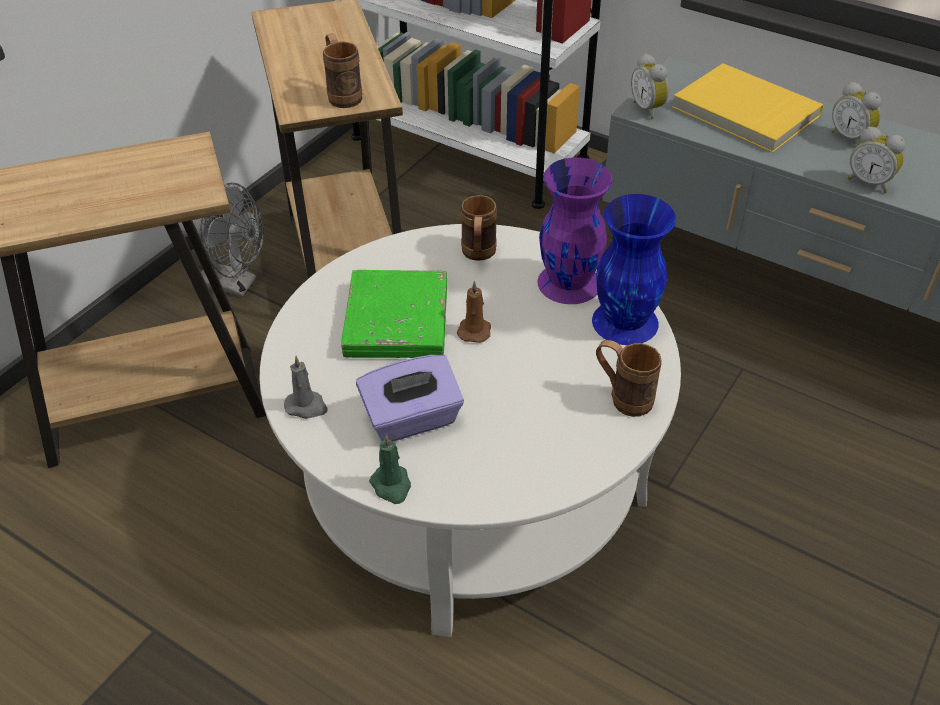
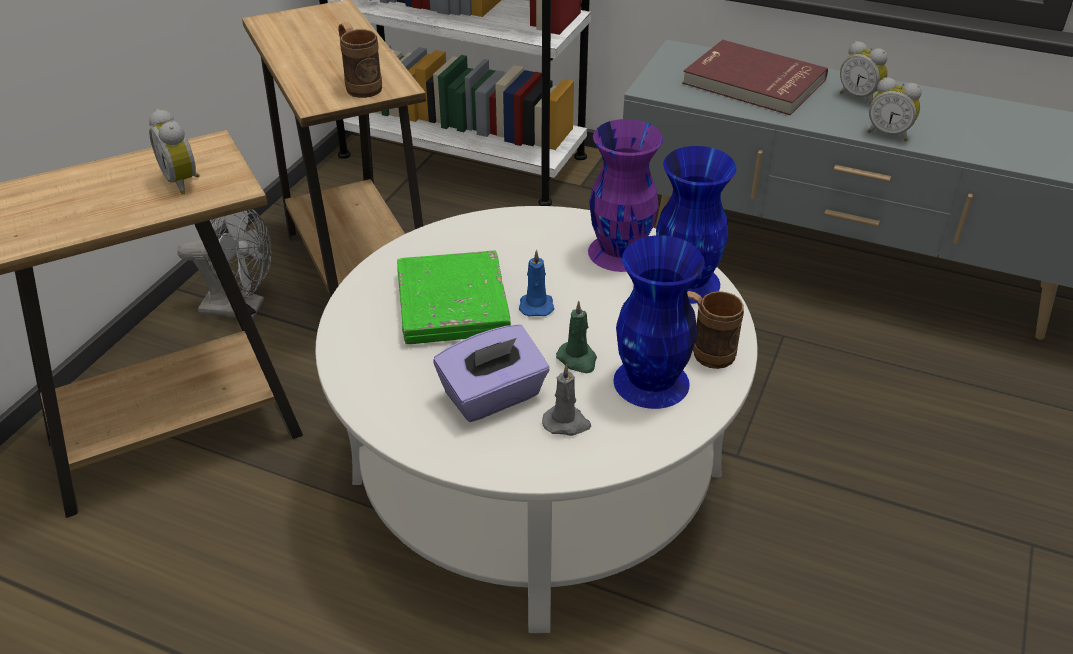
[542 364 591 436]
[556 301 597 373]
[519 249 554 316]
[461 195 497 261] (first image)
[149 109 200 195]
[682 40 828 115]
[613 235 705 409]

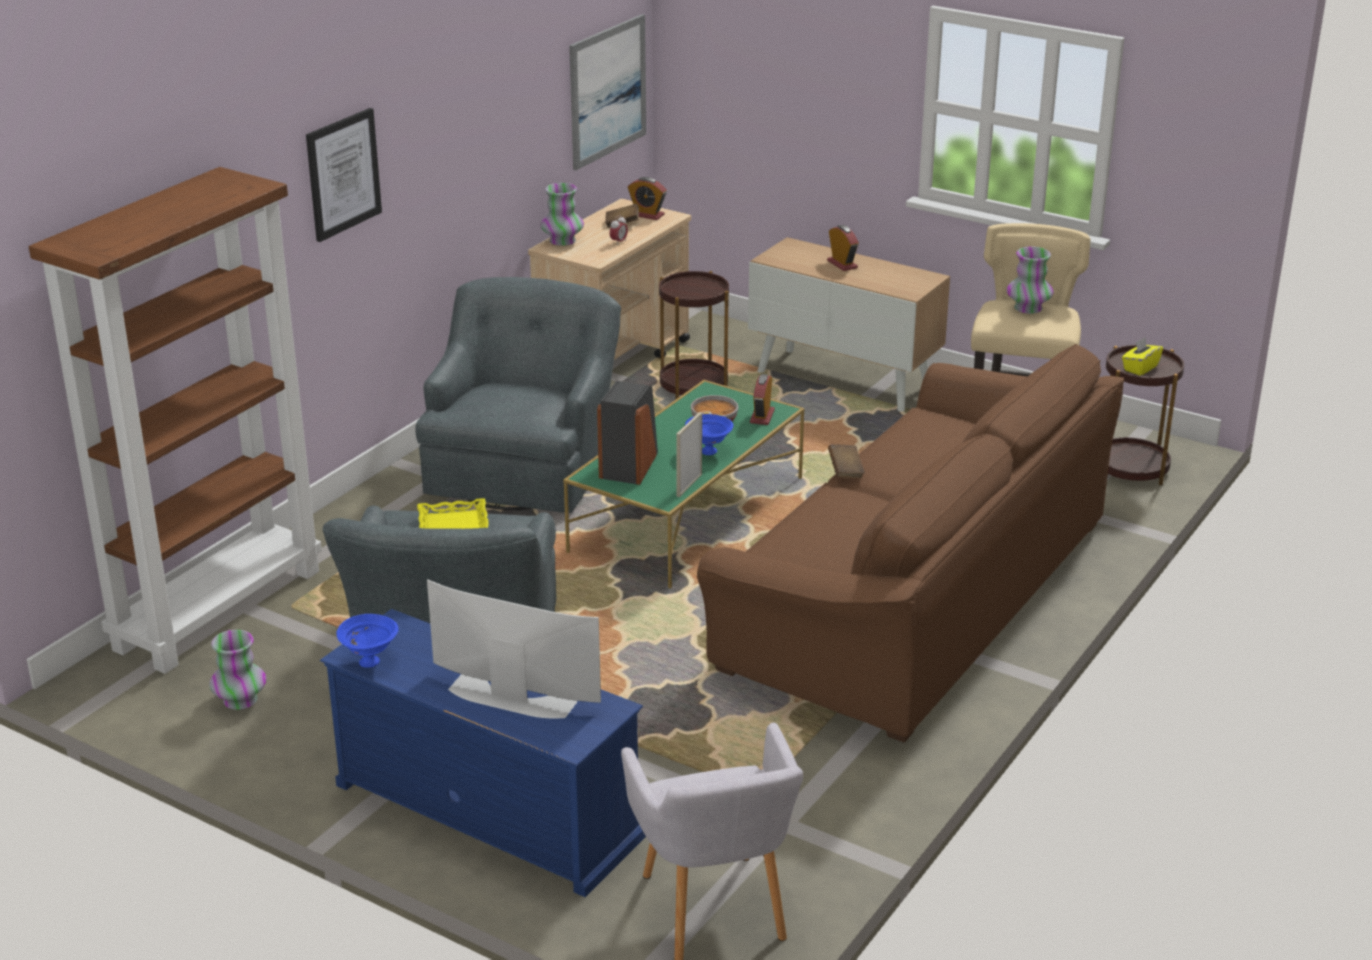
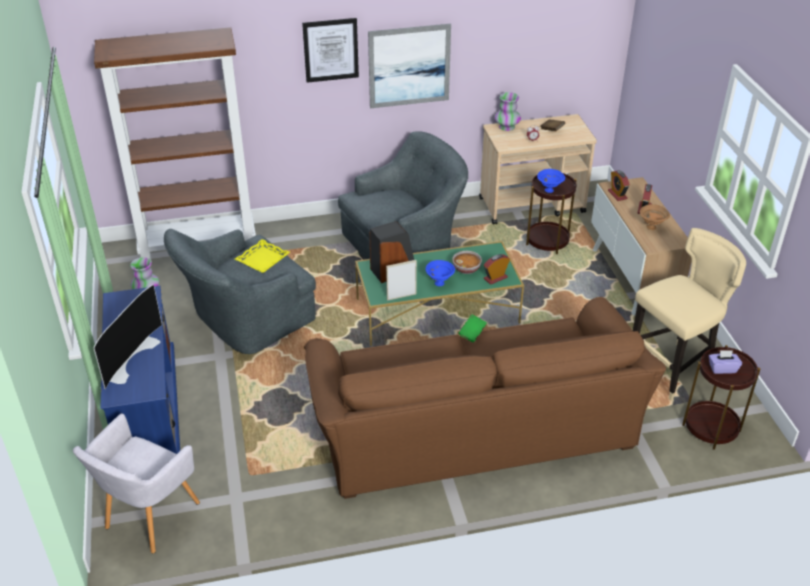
[537 169 565 193]
[93 284 162 389]
[368 24 451 108]
[608 170 630 201]
[458 314 487 343]
[1007 247 1054 314] (first image)
[709 350 742 374]
[640 204 670 230]

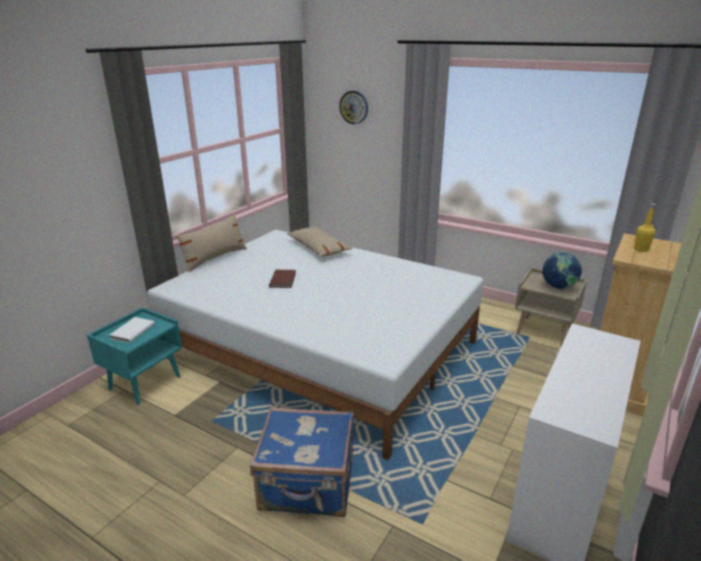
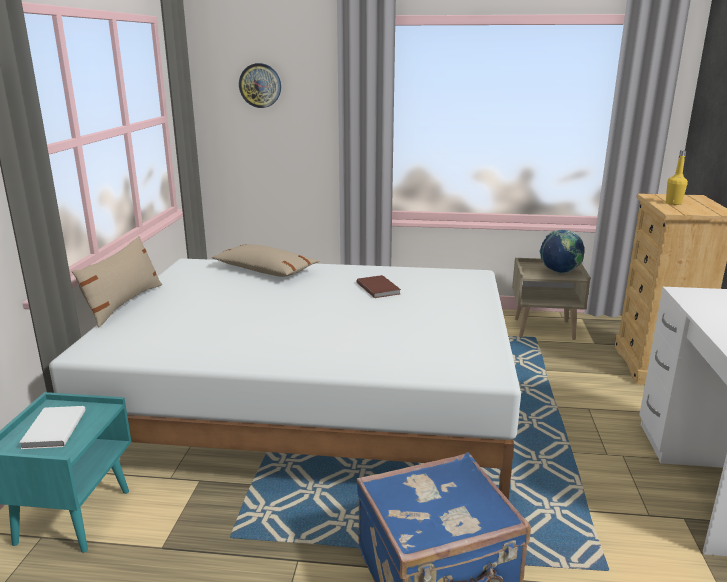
[357 275 401 298]

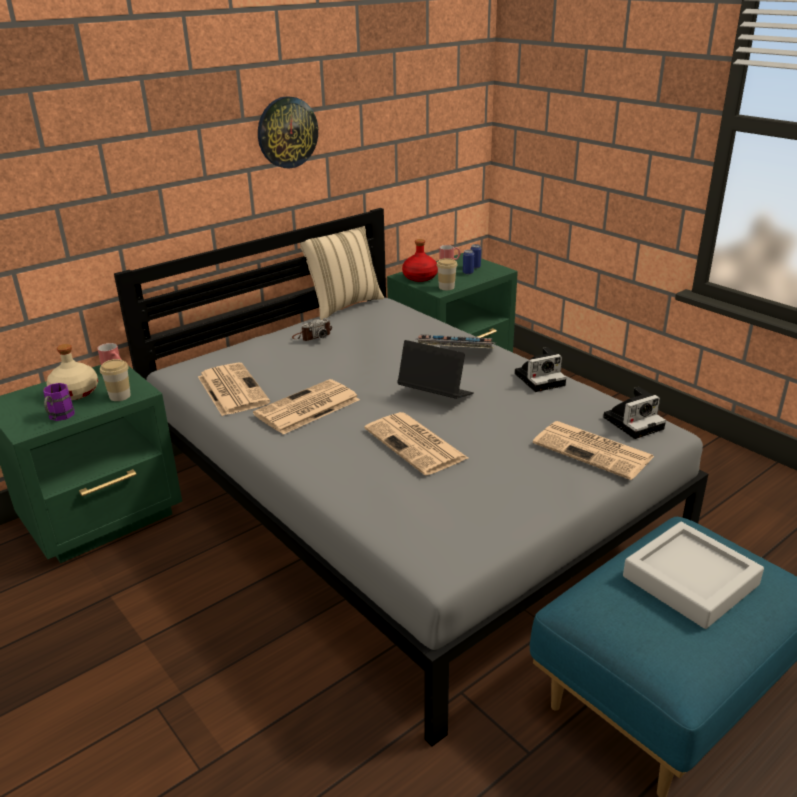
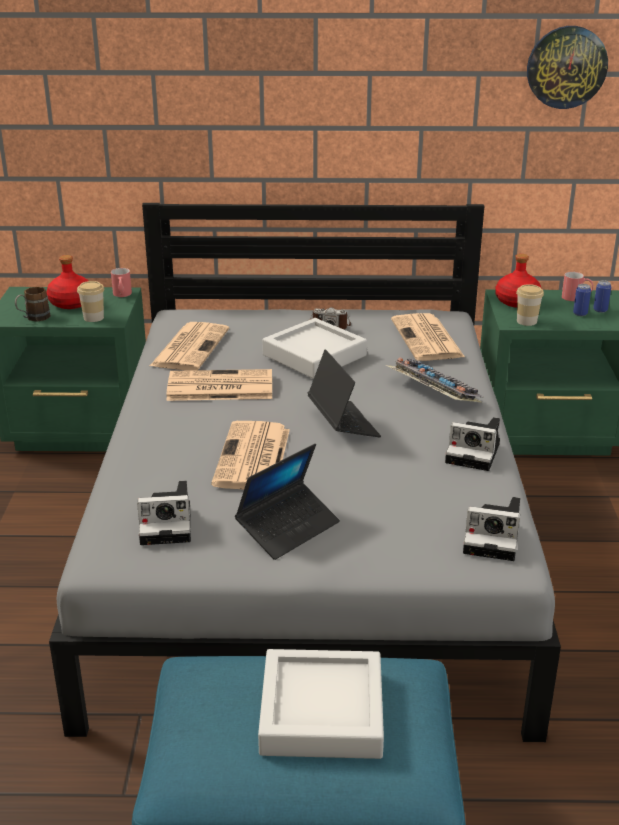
[15 287 51 321]
[46 255 89 309]
[527 26 608 109]
[300 226 384 320] (first image)
[391 313 465 361]
[137 481 191 545]
[235 444 340 560]
[262 318 367 379]

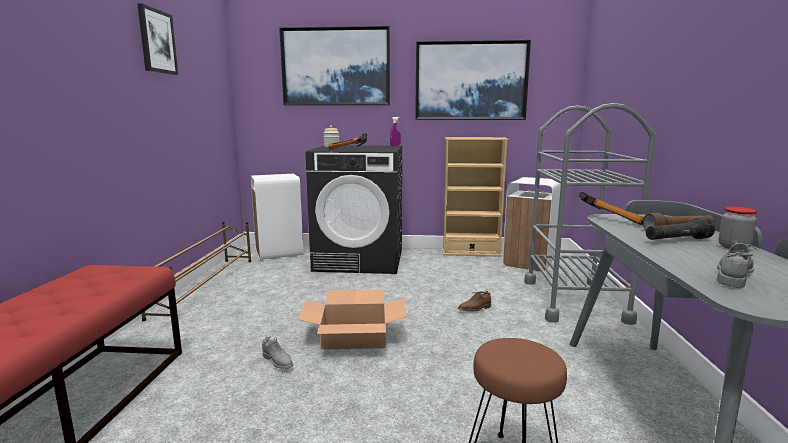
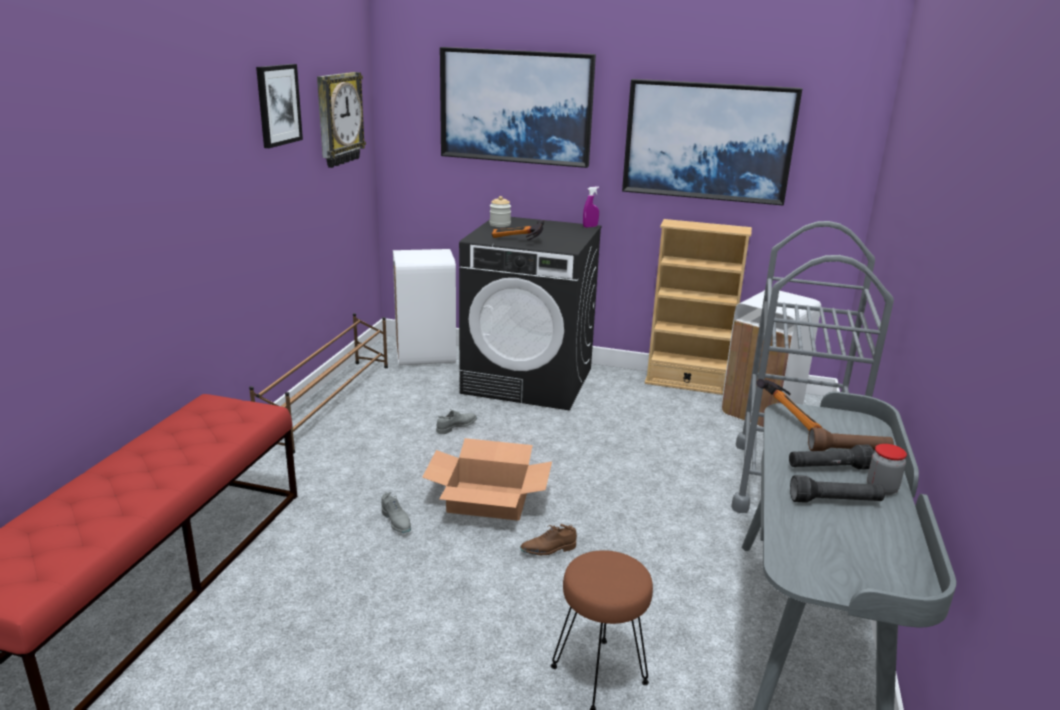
[520 524 577 555]
[436 409 477 434]
[317 72 366 168]
[790 475 885 503]

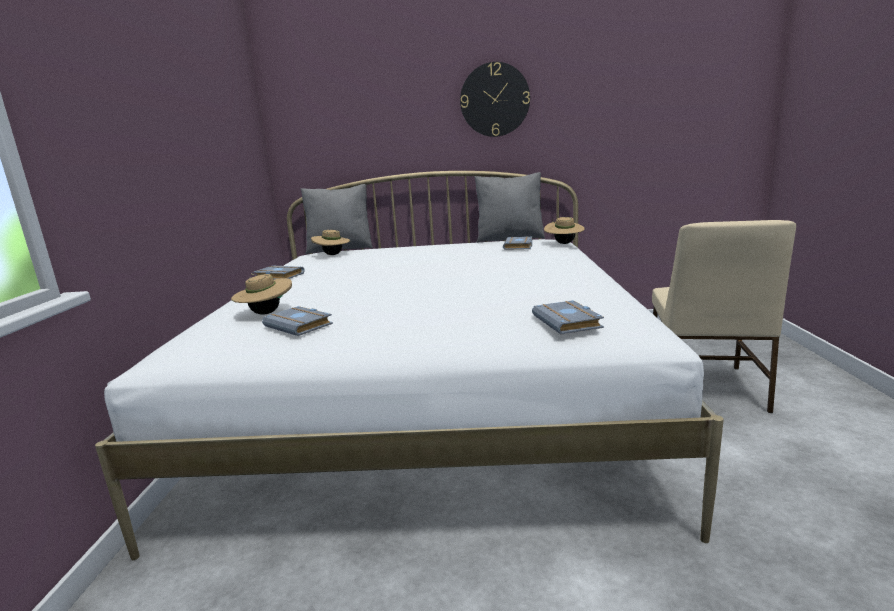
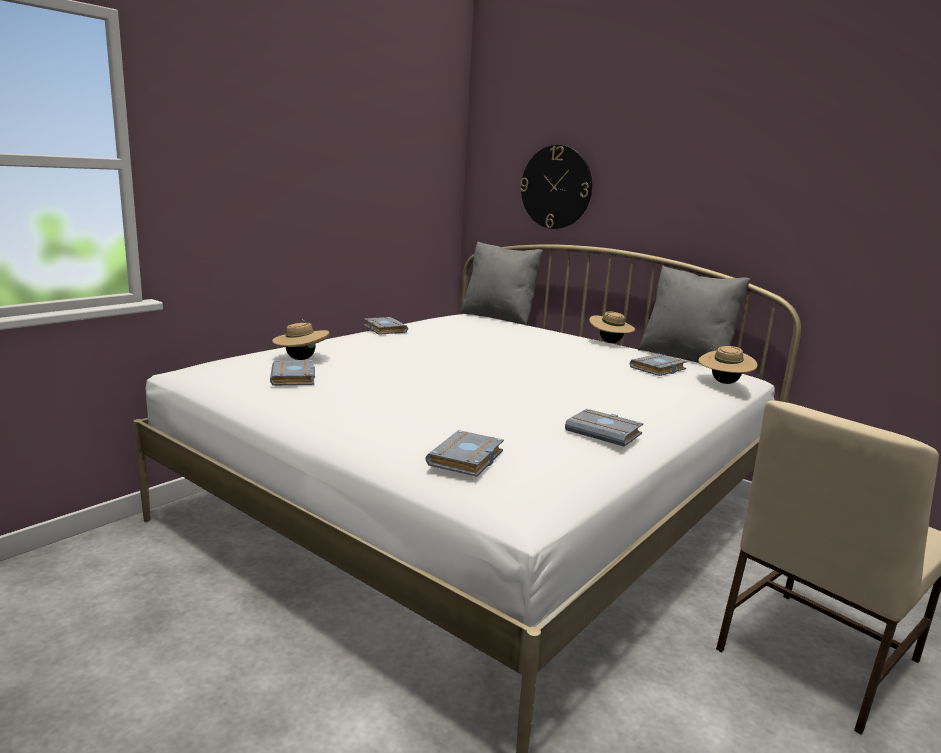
[589 311 635 343]
[520 145 592 229]
[565 409 643 447]

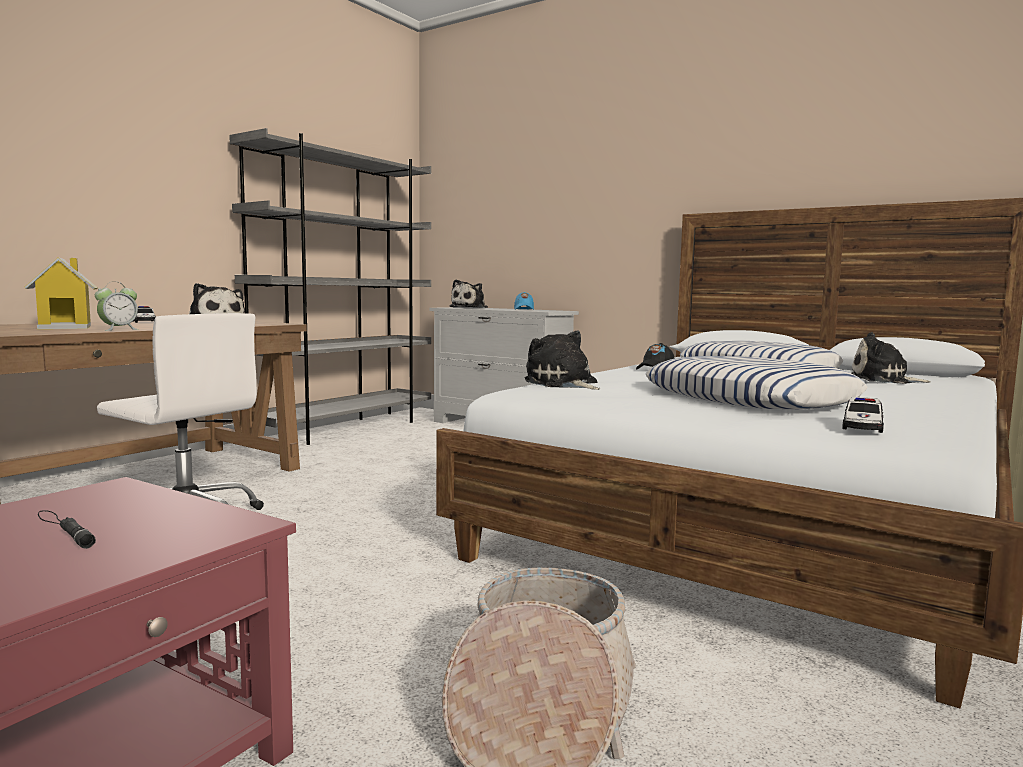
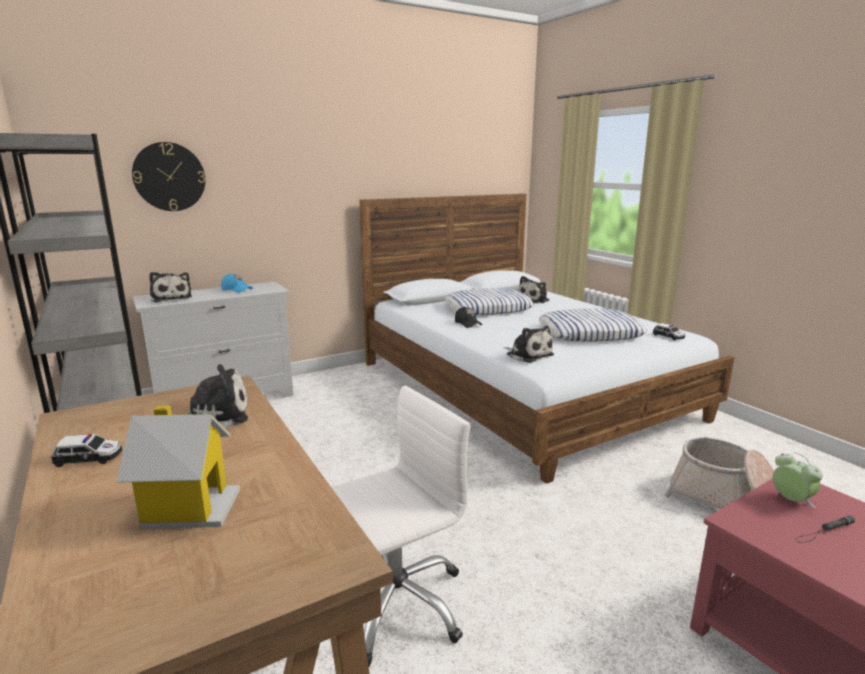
[773 453 823 508]
[504 326 554 363]
[132 142 205 211]

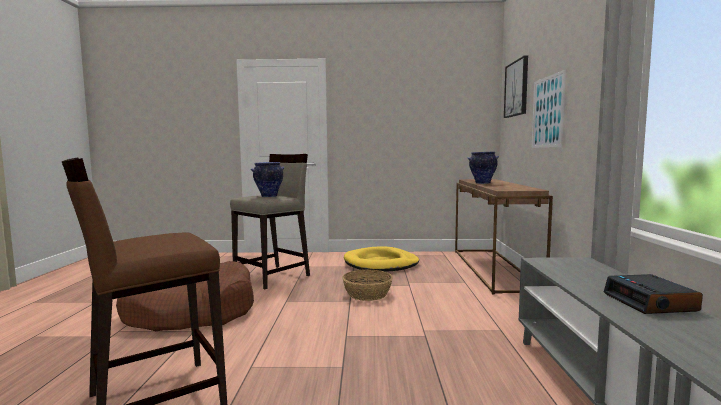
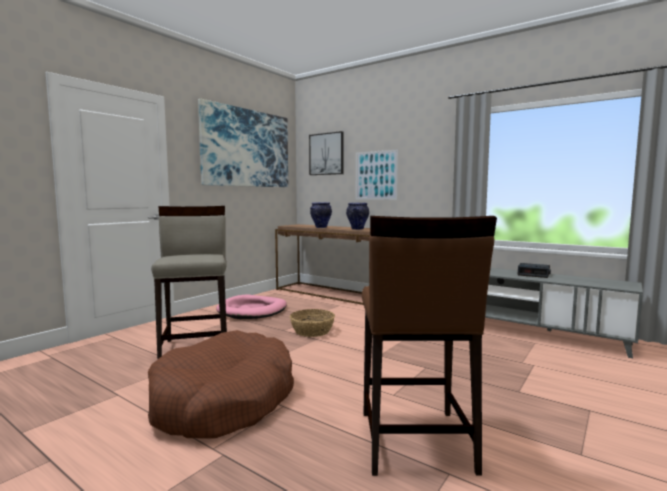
[346 203 369 230]
[216 294 287 319]
[198 99 288 187]

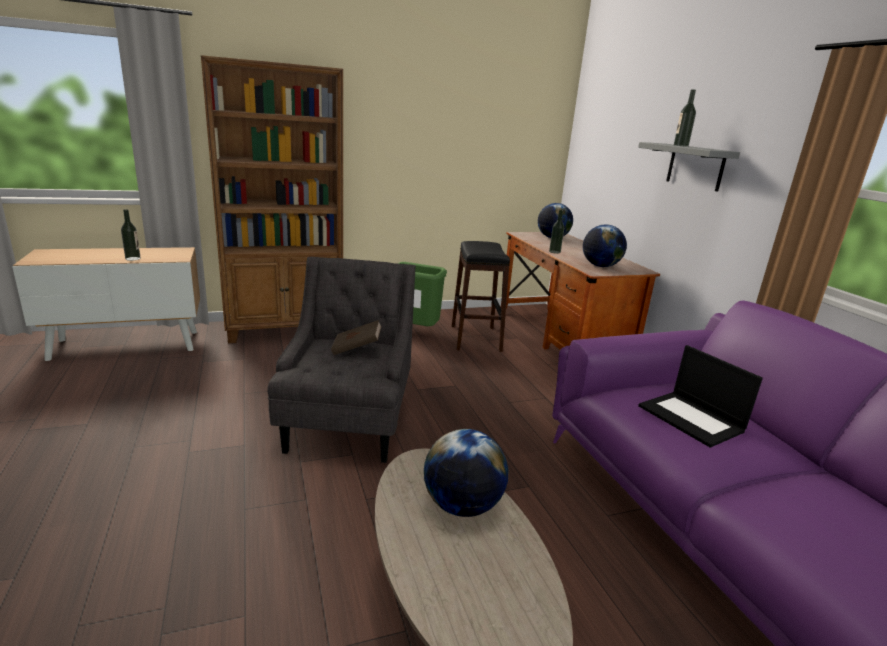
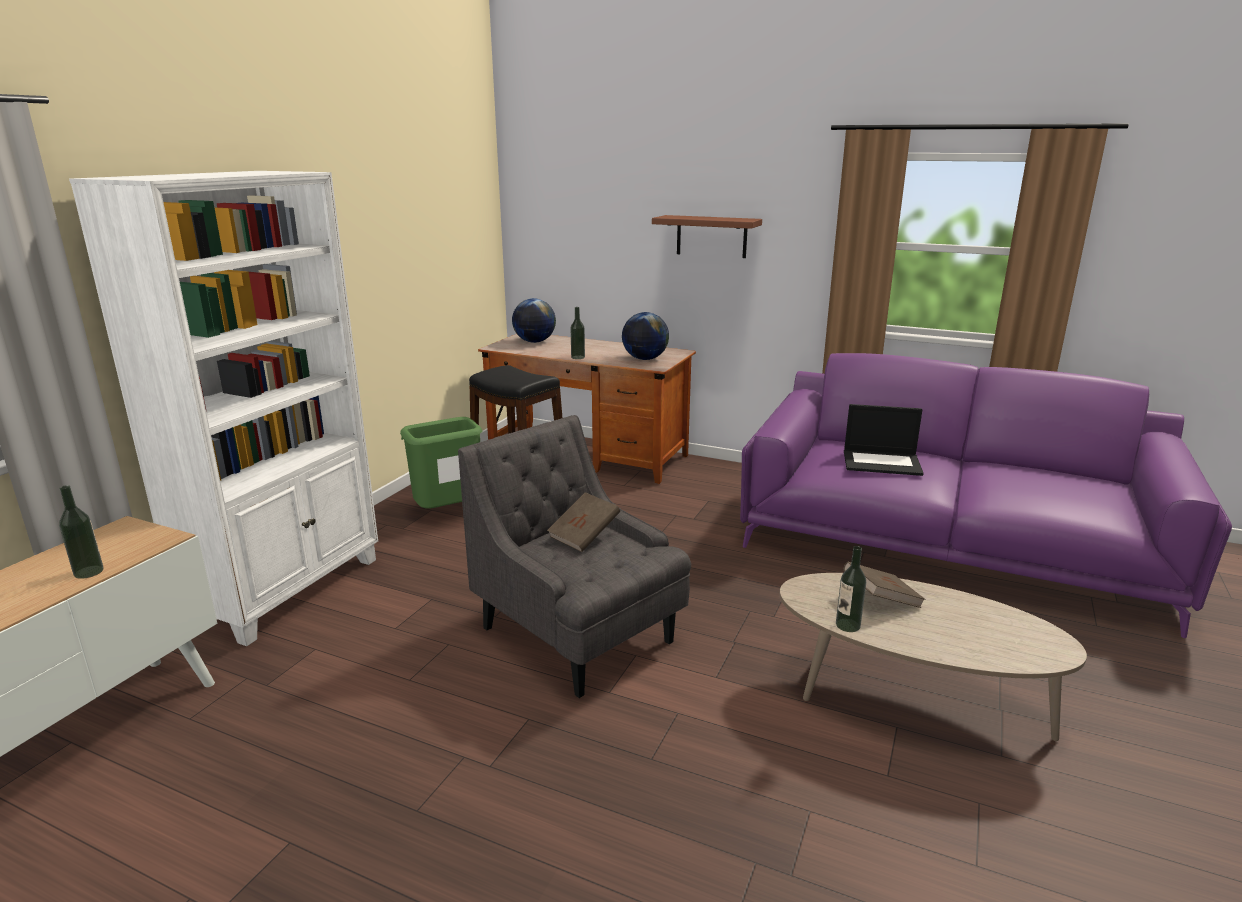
[69 171 378 646]
[843 562 926 608]
[652 215 762 258]
[836 546 866 632]

